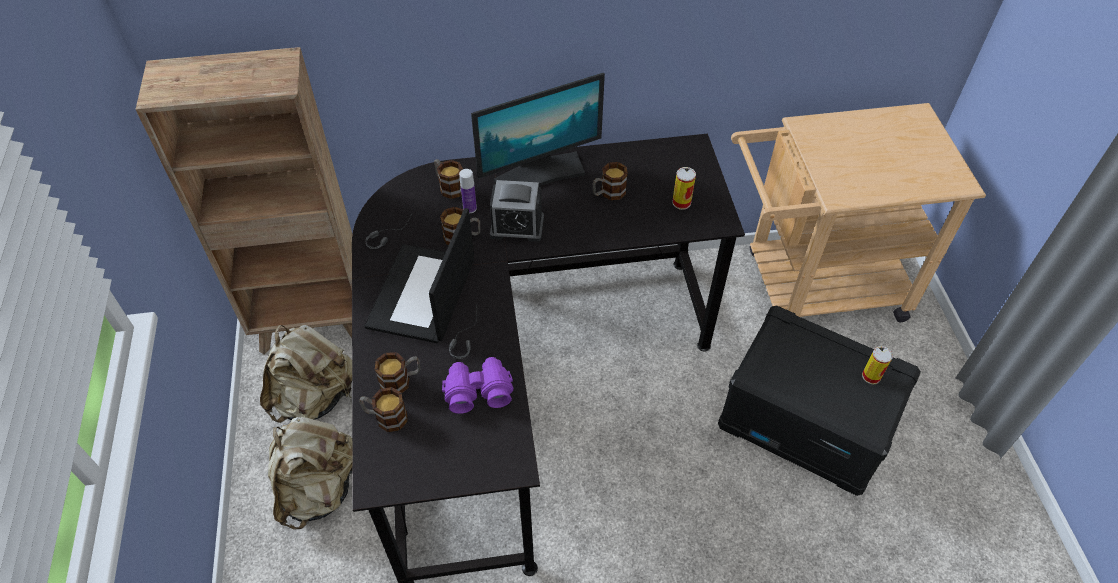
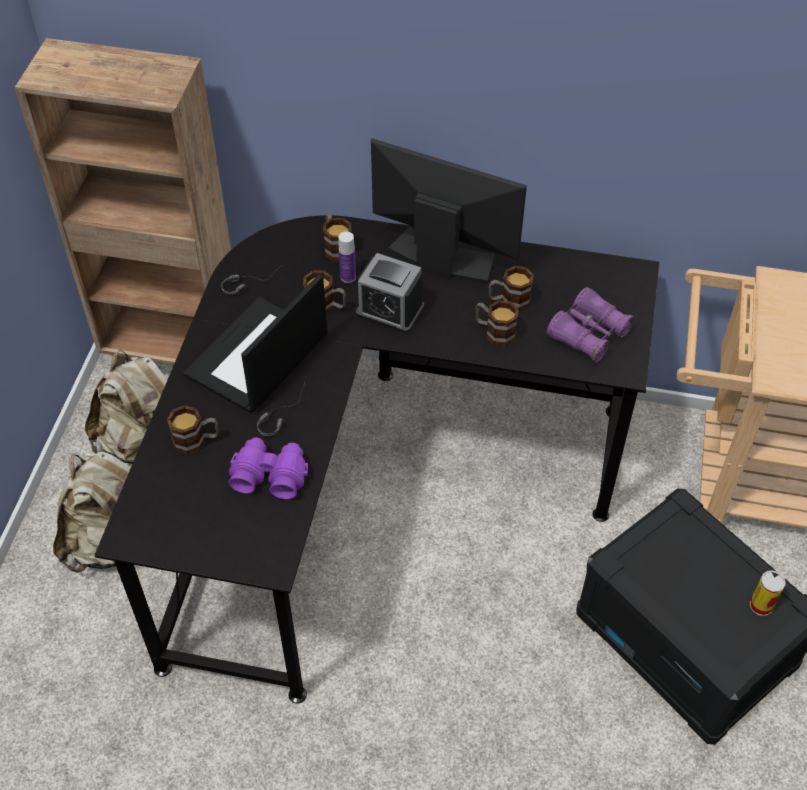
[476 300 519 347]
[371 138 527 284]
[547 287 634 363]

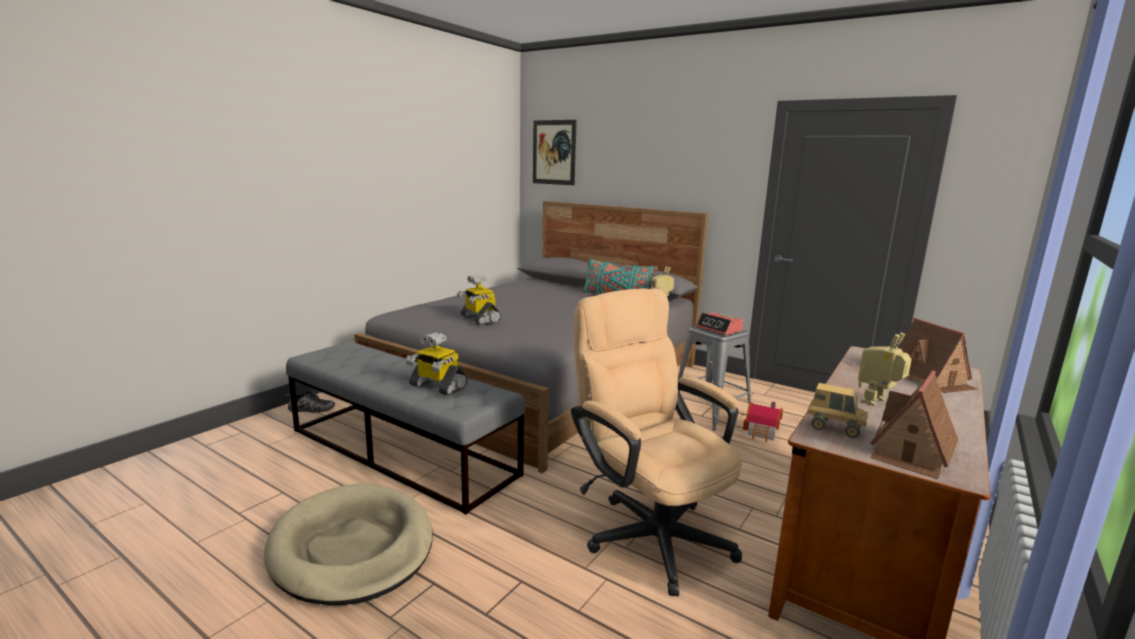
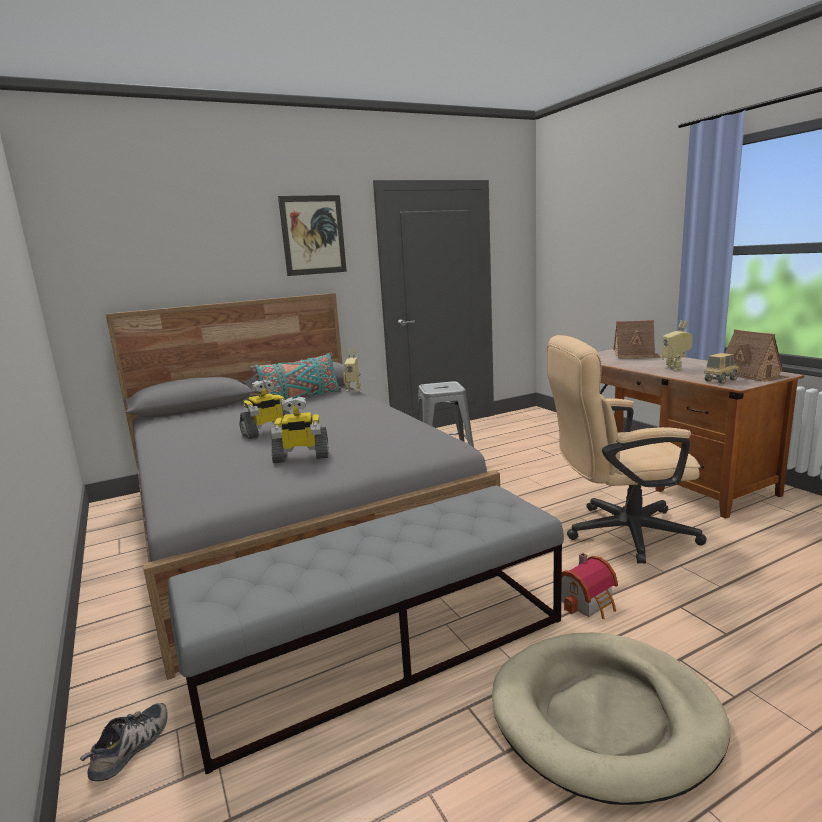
[240 380 290 439]
[278 195 347 276]
[696 312 743 335] (first image)
[561 553 618 619]

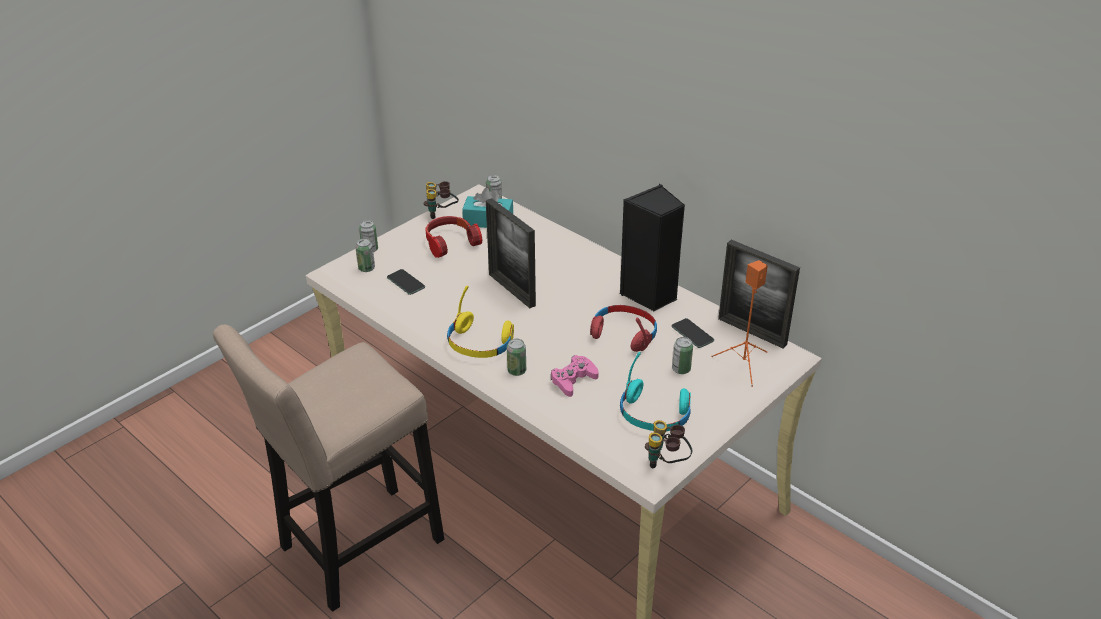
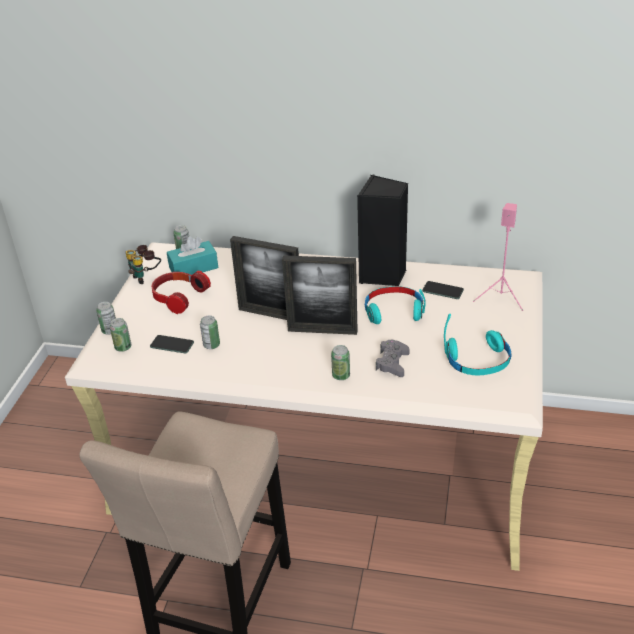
[447 286 514 358] (first image)
[376 340 410 377]
[365 286 426 324]
[645 420 692 468] (first image)
[200 316 220 349]
[473 203 523 311]
[282 255 357 335]

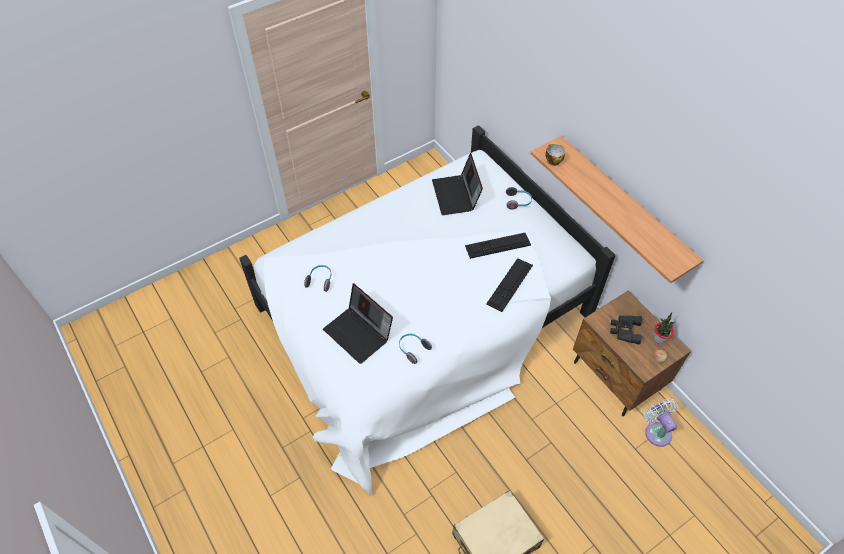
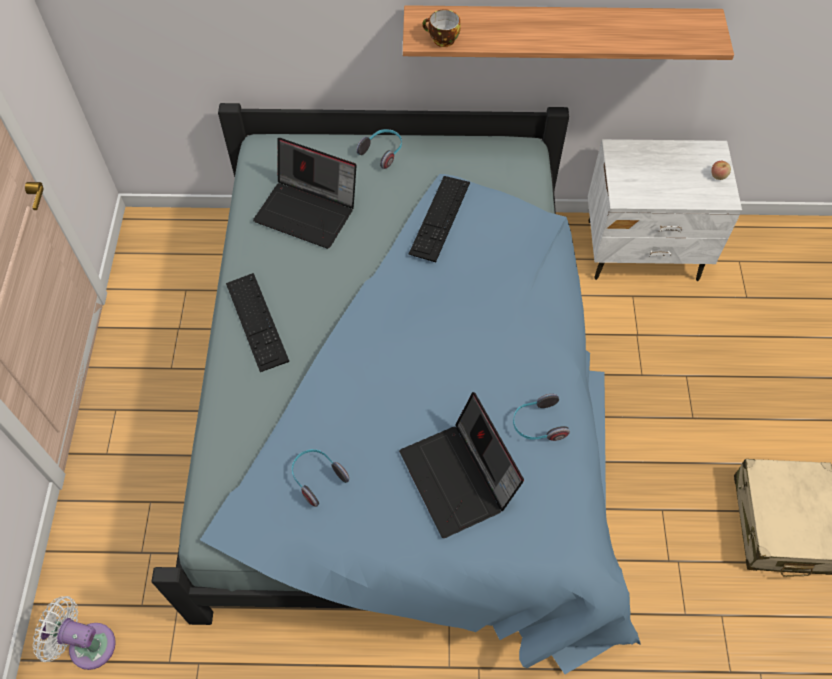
[151 103 641 674]
[399 392 524 538]
[226 273 289 372]
[588 139 742 281]
[610 315 642 344] (first image)
[33 596 116 670]
[654 313 674 344] (first image)

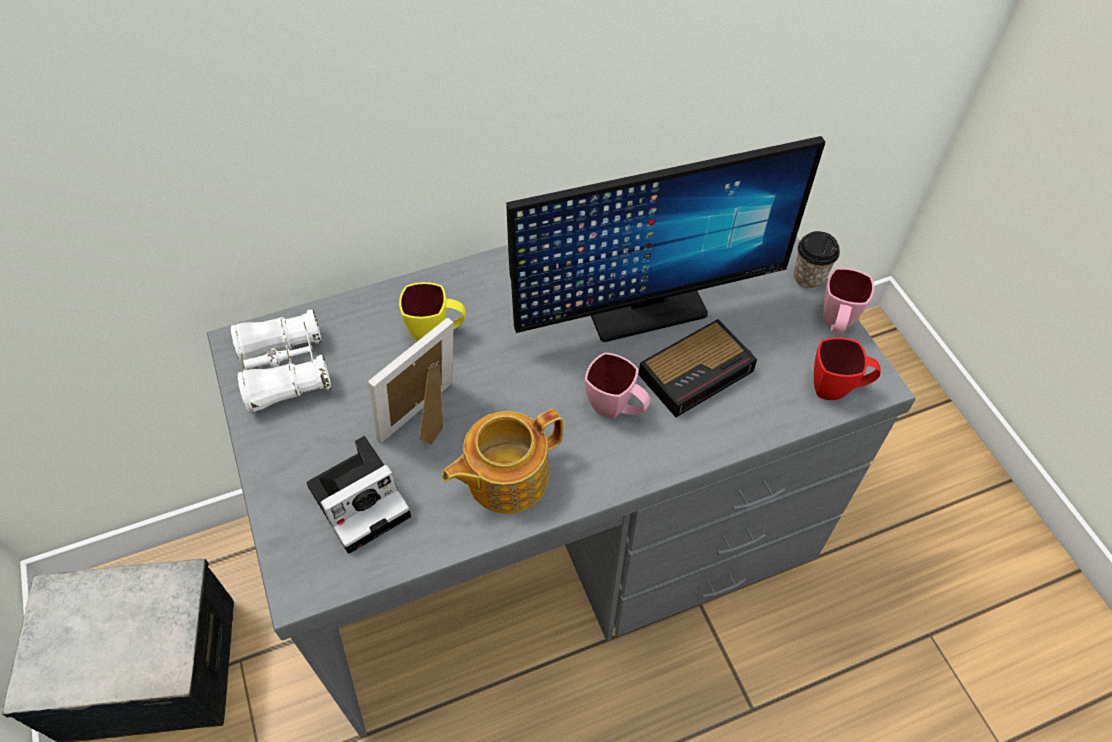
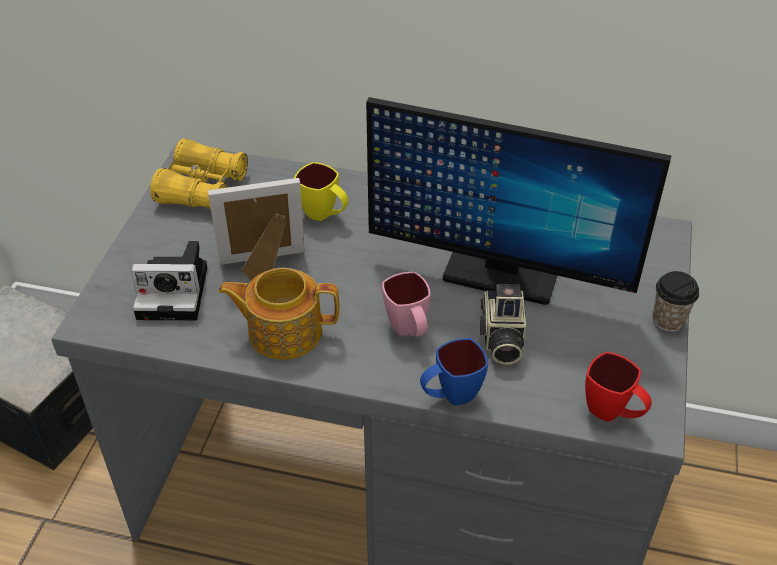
[150 139 248 209]
[480 284 526 365]
[823 268 874 334] (first image)
[420 338 488 405]

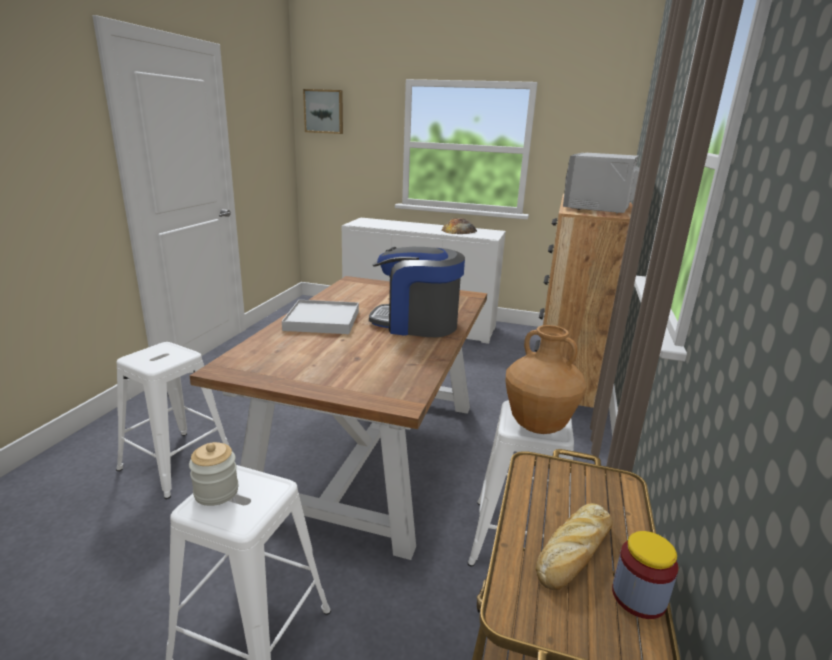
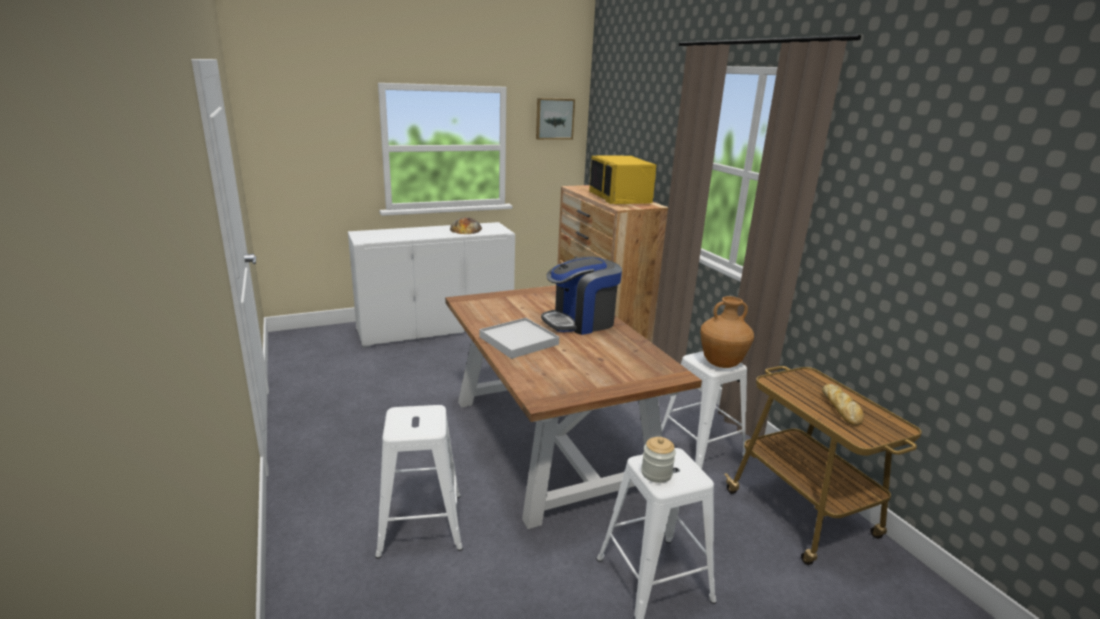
[536 98 575 140]
[589 156 656 204]
[612 531 679 619] (first image)

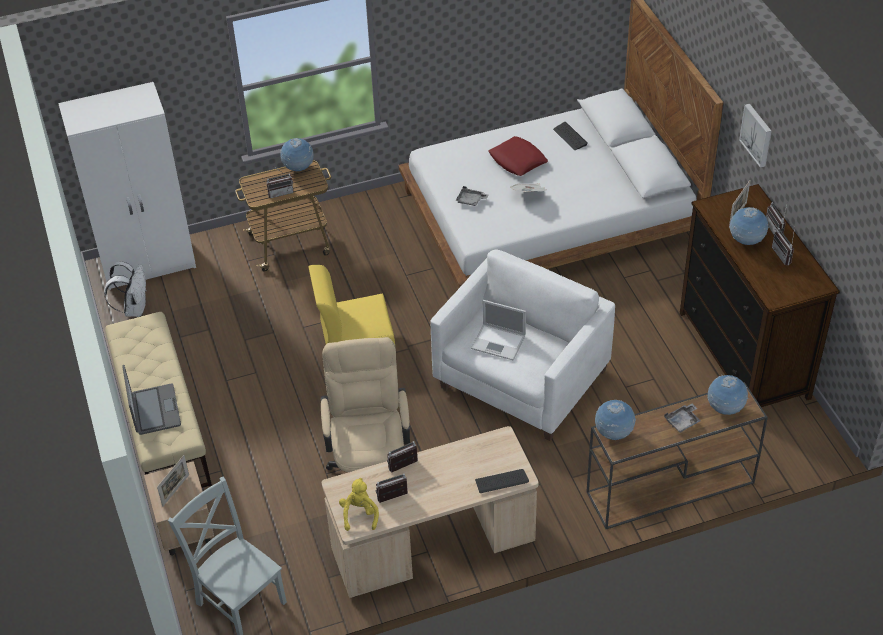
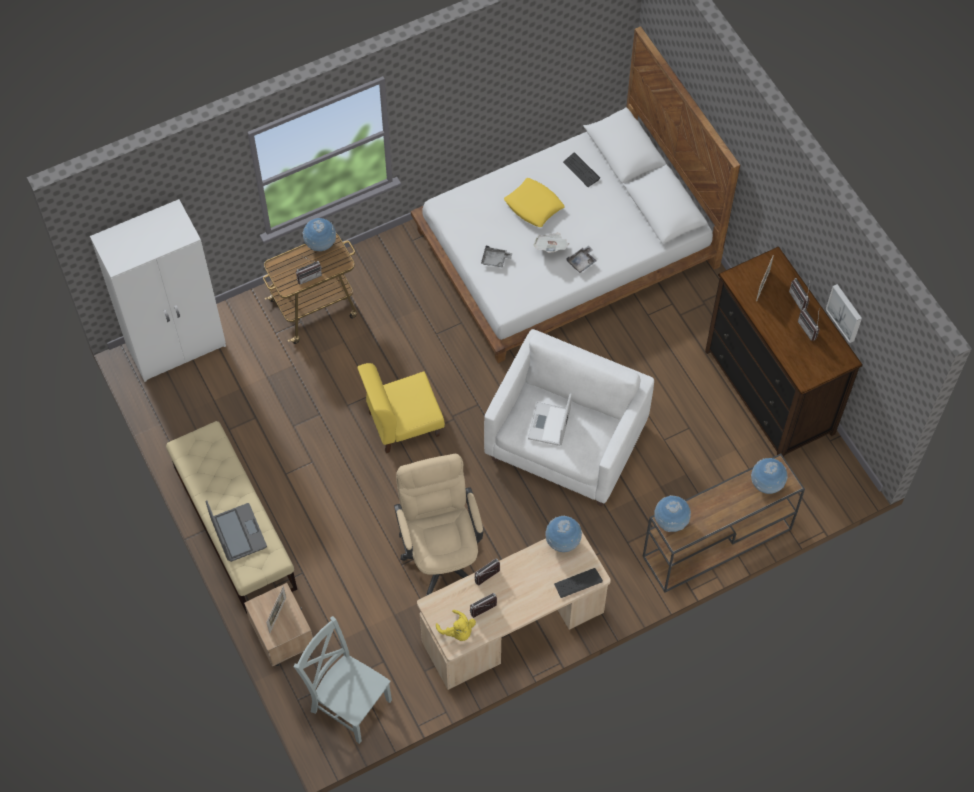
[104 261 147 317] (first image)
[436 610 476 641]
[528 393 572 446]
[504 178 565 227]
[566 246 596 273]
[545 516 583 552]
[826 284 862 343]

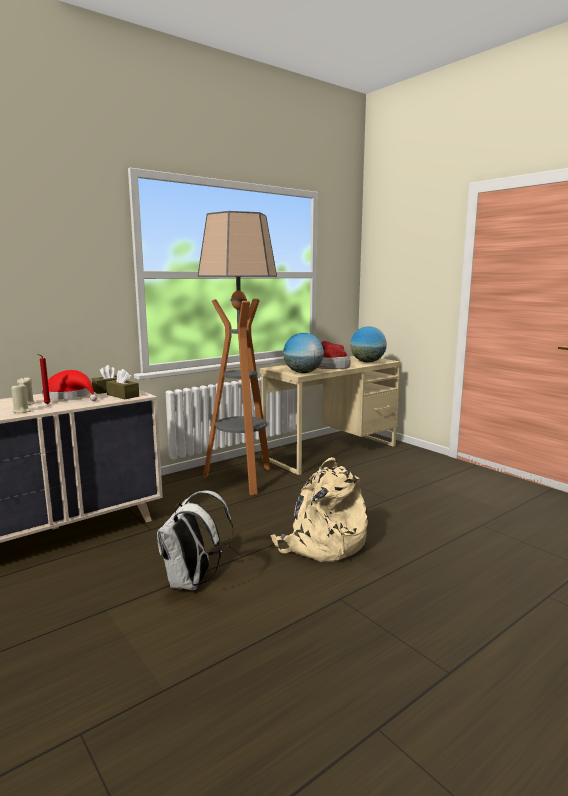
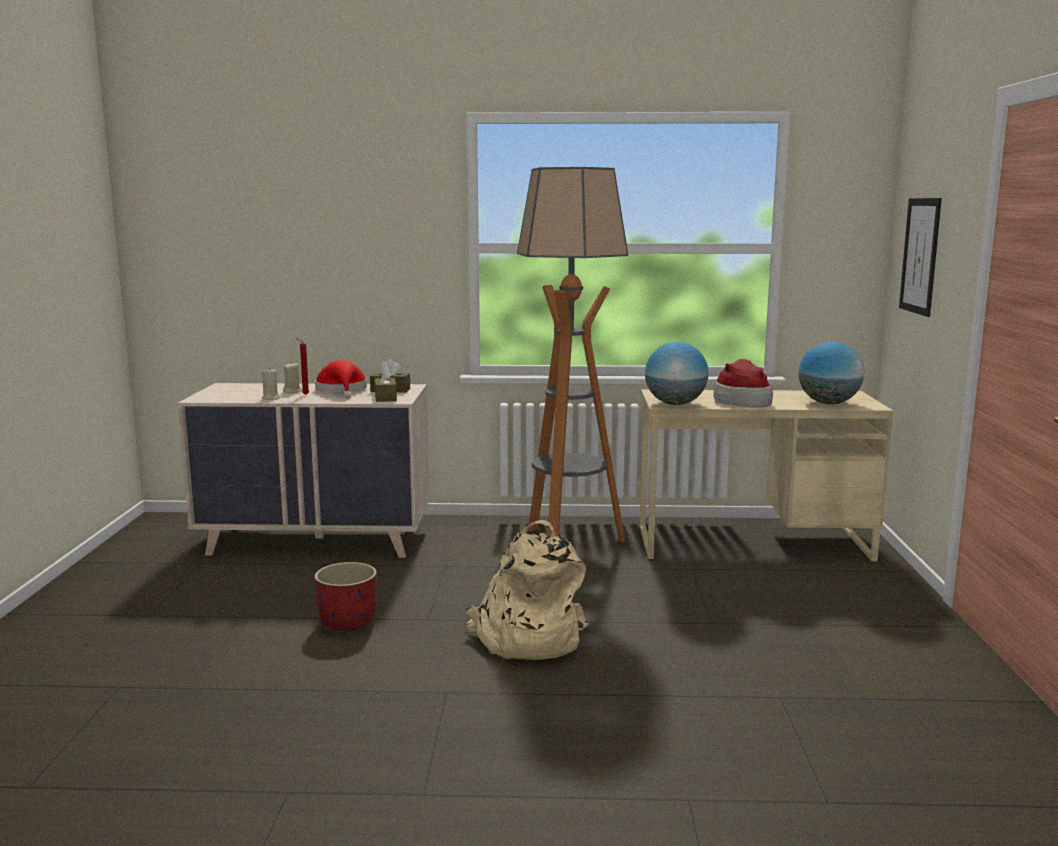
[314 562 377 631]
[899 198 942 317]

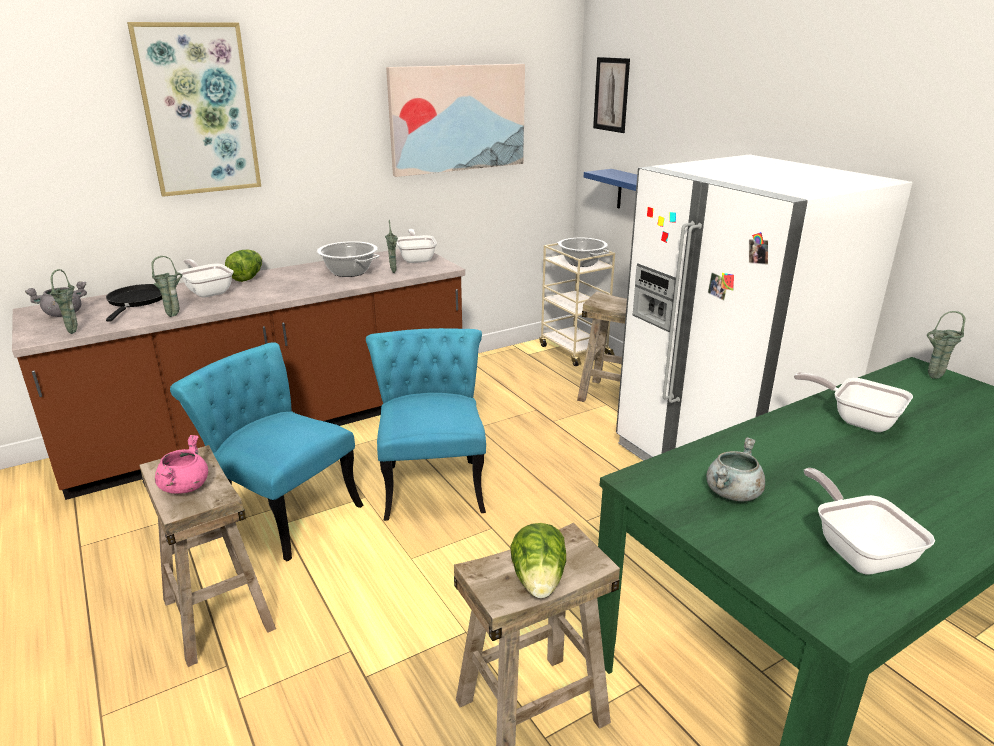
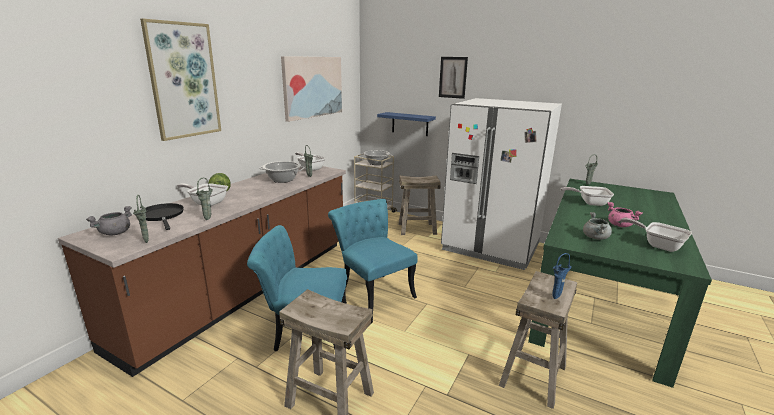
[607 202 642 227]
[553 253 572 299]
[439 57 468 99]

